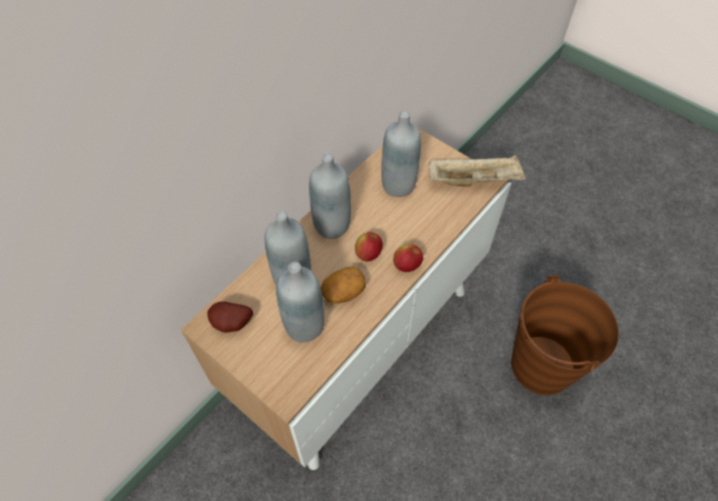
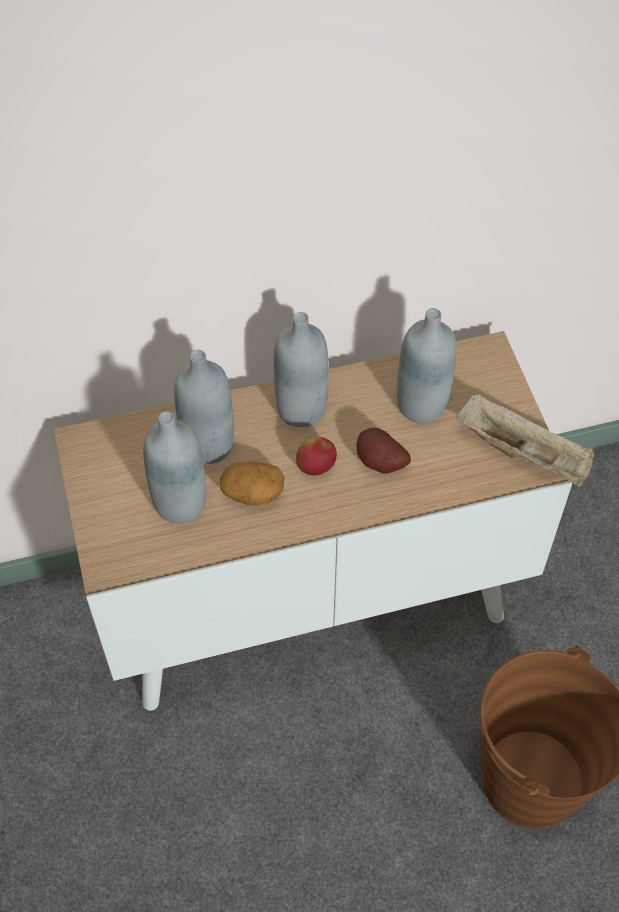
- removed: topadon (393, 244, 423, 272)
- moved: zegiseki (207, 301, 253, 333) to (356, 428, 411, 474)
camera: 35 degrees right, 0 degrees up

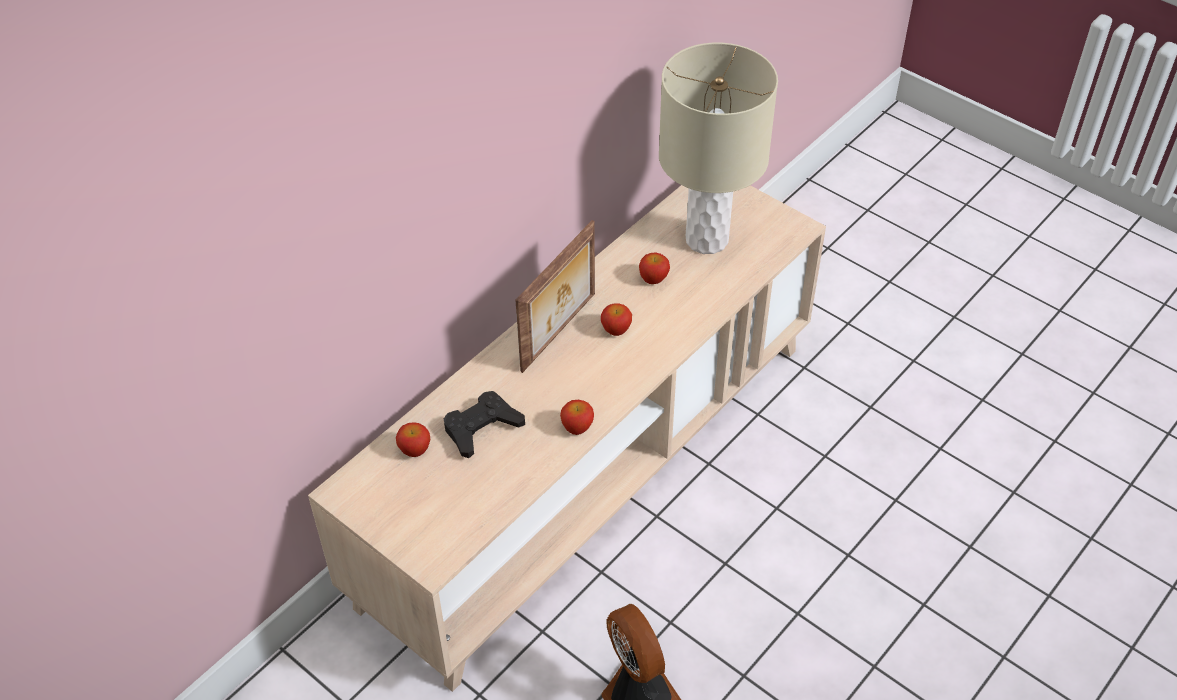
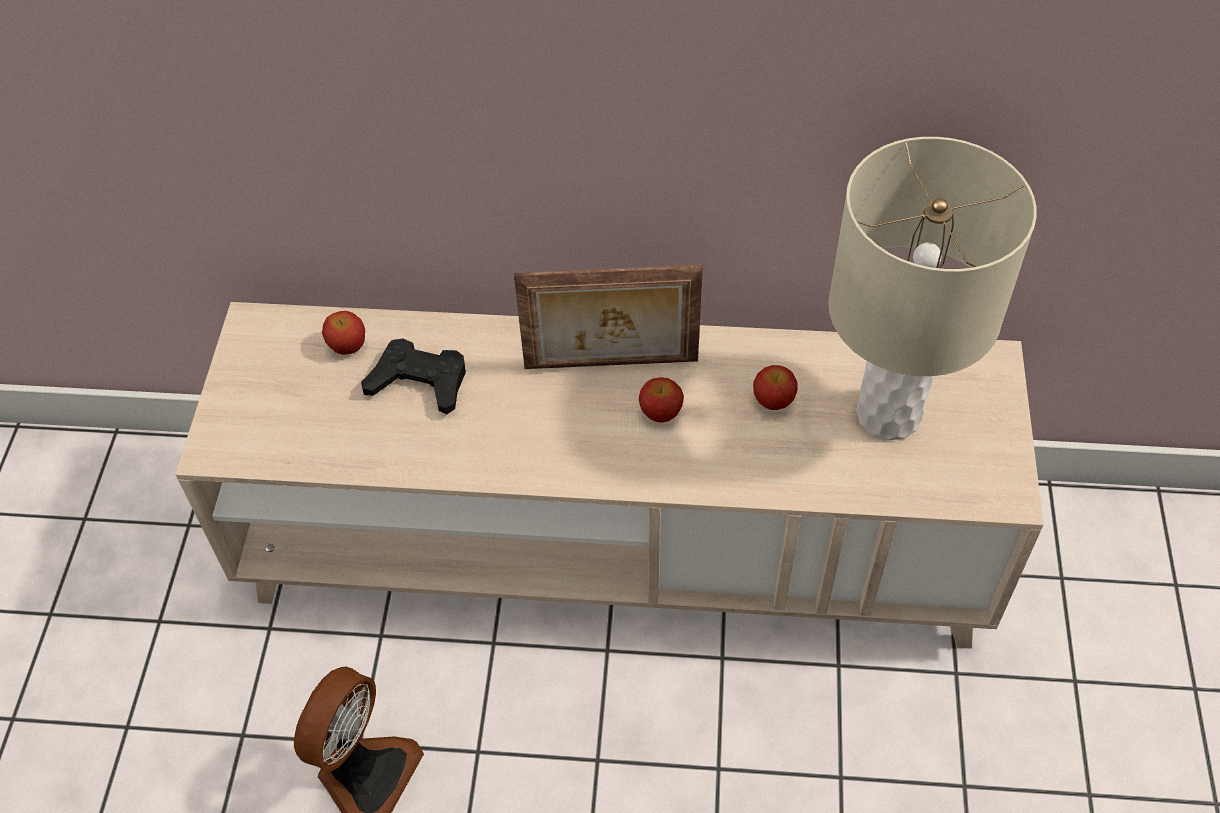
- removed: topadon (560, 400, 594, 435)
camera: 55 degrees right, 5 degrees up

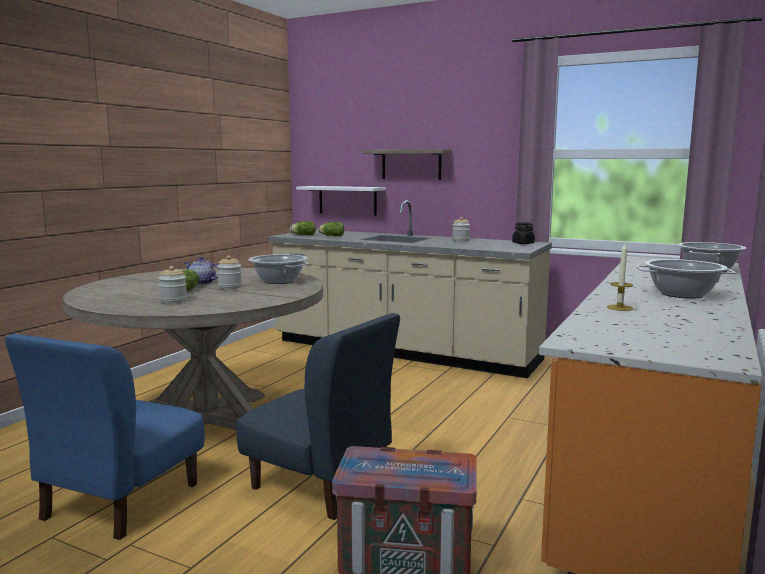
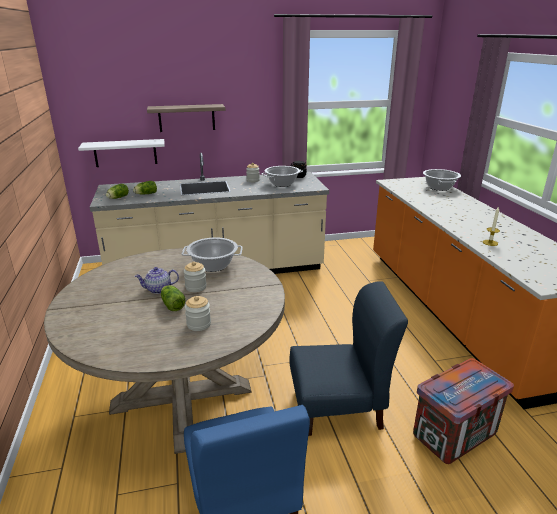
- moved: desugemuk (636, 259, 736, 299) to (262, 166, 303, 187)
camera: 40 degrees left, 15 degrees up

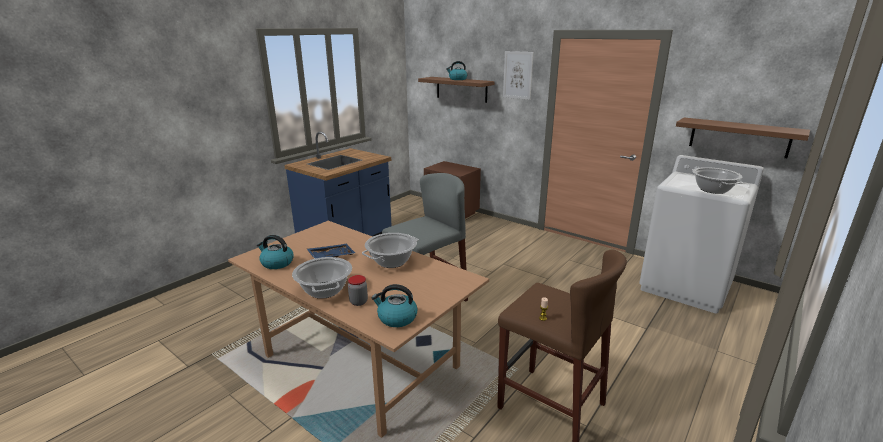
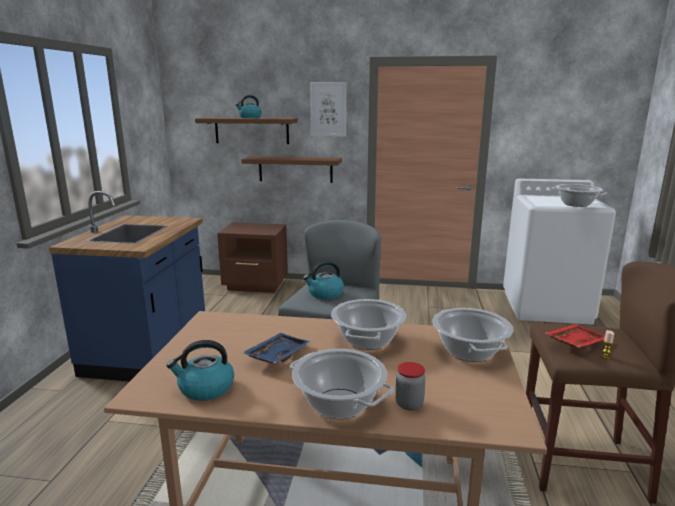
- added: desugemuk (432, 308, 513, 362)
- added: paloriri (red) (545, 324, 605, 350)
- moved: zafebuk (371, 284, 418, 327) to (303, 261, 344, 299)
- moved: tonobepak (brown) (676, 117, 810, 158) to (241, 156, 342, 183)
camera: 30 degrees left, 5 degrees down

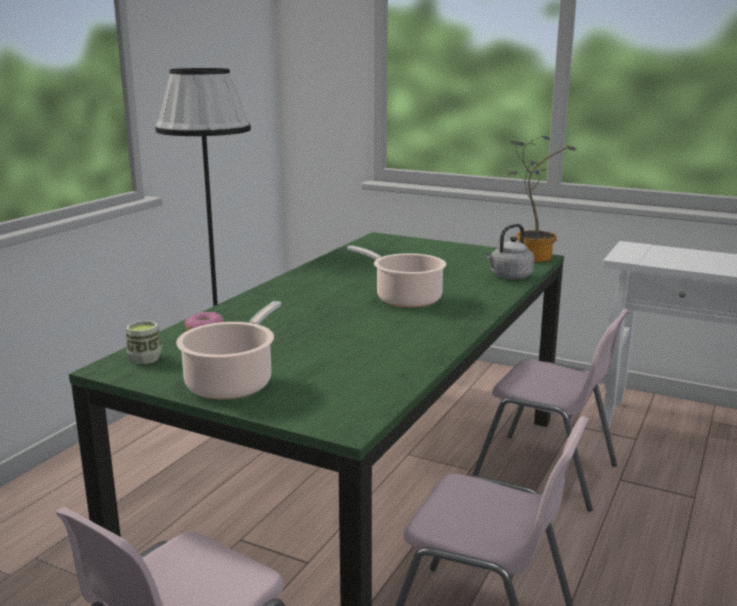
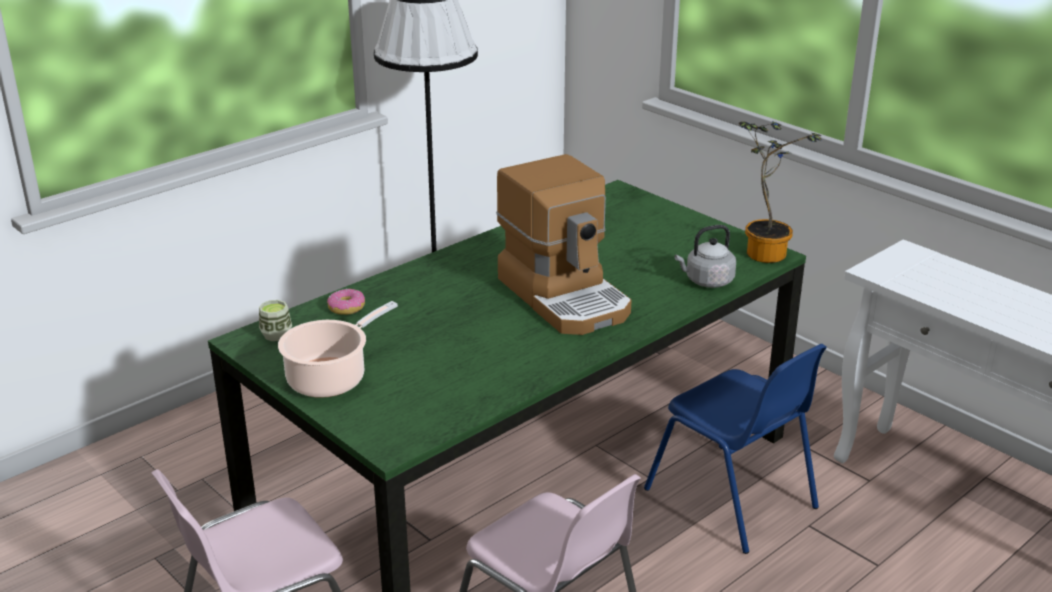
- replaced: desugemuk (347, 245, 447, 308) to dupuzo (496, 154, 632, 335)
- recoloured: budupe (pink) (472, 309, 629, 511) to budupe (blue) (644, 344, 827, 554)
camera: 20 degrees right, 10 degrees up

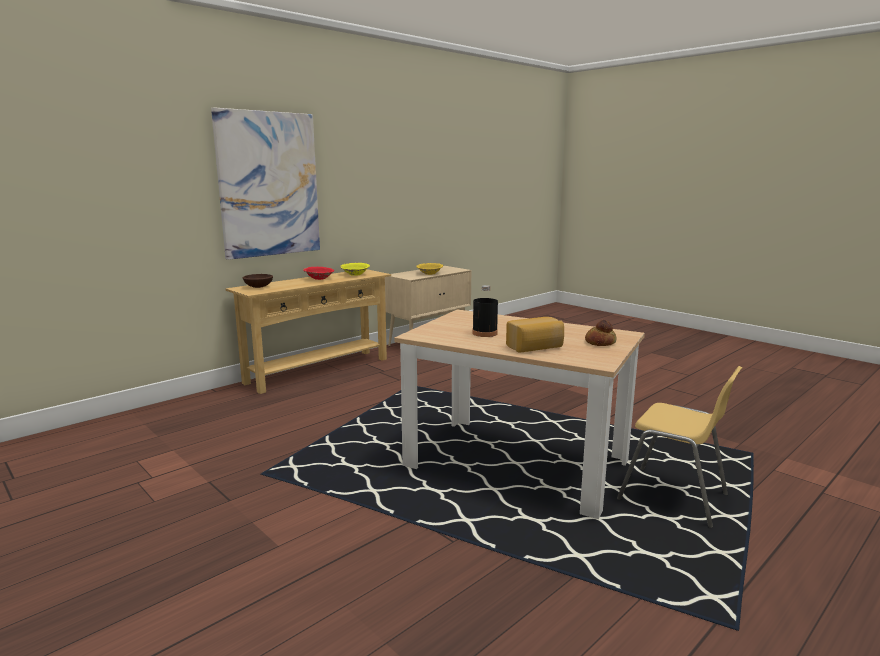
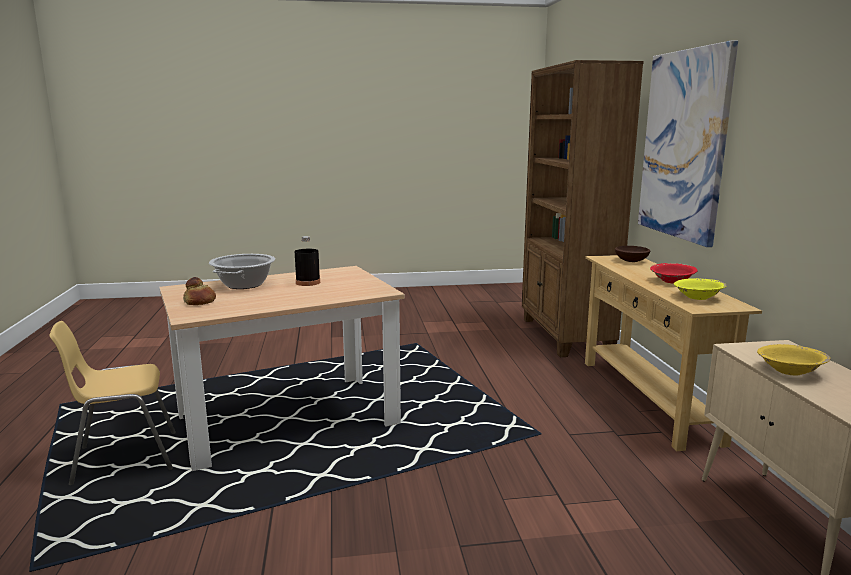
- added: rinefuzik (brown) (522, 60, 644, 357)
- replaced: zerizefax (506, 317, 564, 352) to desugemuk (209, 254, 275, 289)
camera: 125 degrees right, 0 degrees up

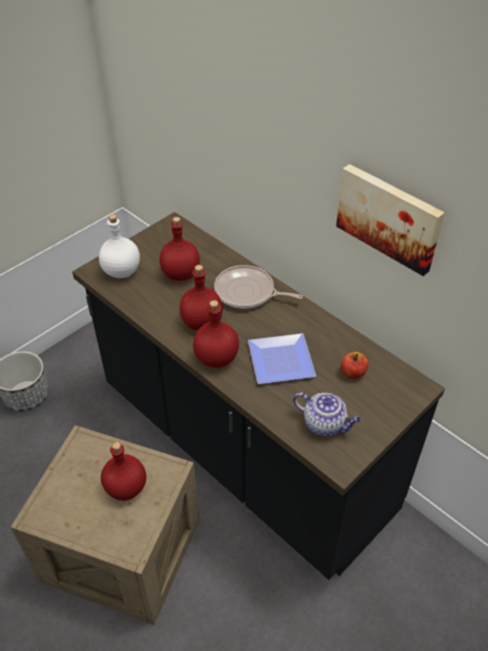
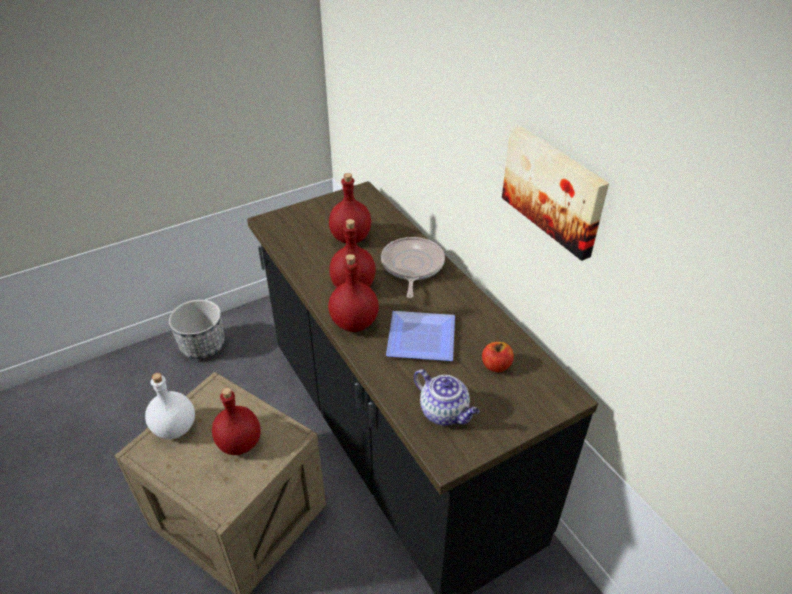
- moved: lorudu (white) (99, 214, 140, 278) to (145, 373, 195, 439)
- turned: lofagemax (214, 265, 303, 309) = (381, 237, 445, 298) 60 degrees clockwise
camera: 15 degrees right, 5 degrees down

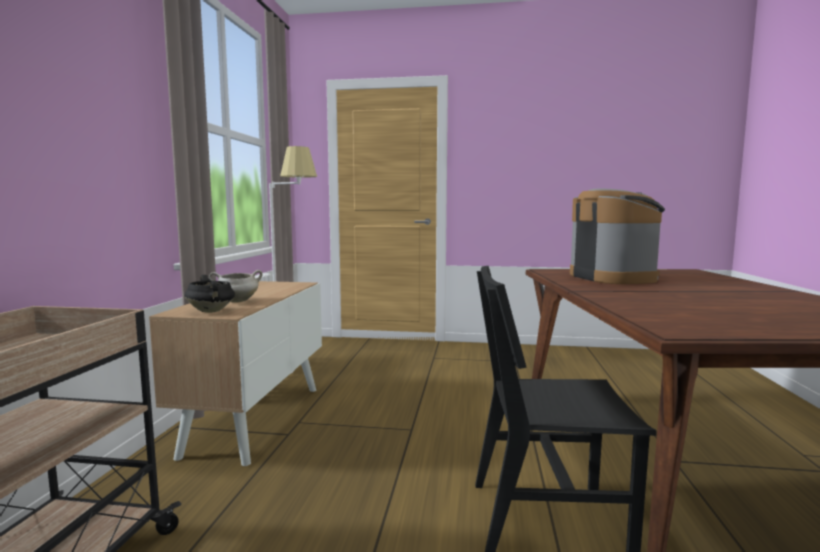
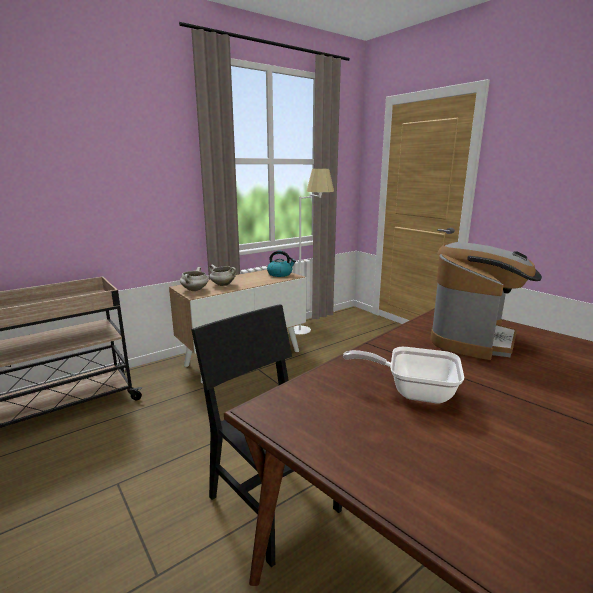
- added: zafebuk (267, 251, 296, 277)
- added: lofagemax (343, 347, 464, 404)
- recoloured: desugemuk (black) (185, 275, 235, 313) to desugemuk (white) (180, 267, 208, 291)
camera: 45 degrees right, 10 degrees up

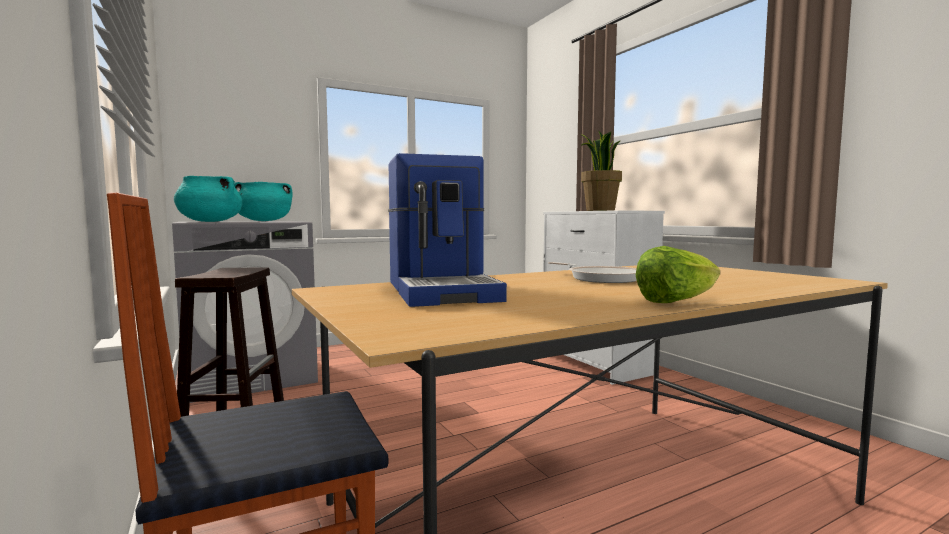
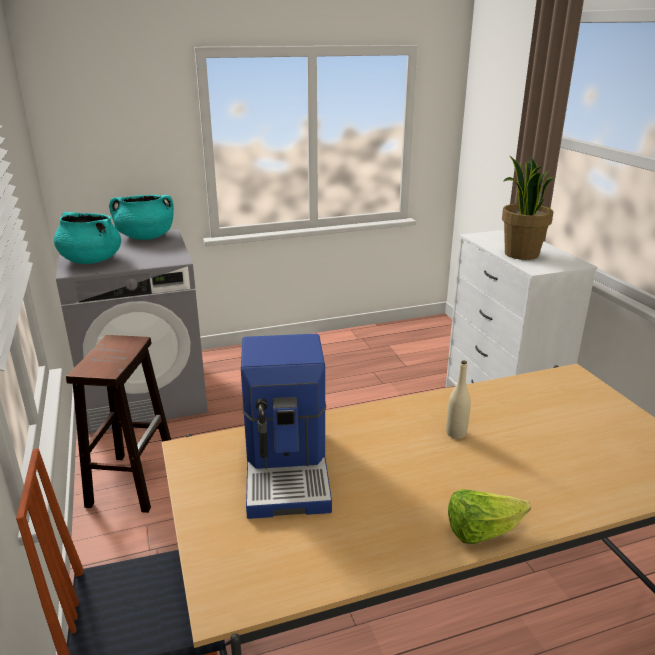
- replaced: lofagemax (548, 262, 637, 283) to lorudu (beige) (446, 361, 471, 439)
camera: 10 degrees right, 20 degrees up

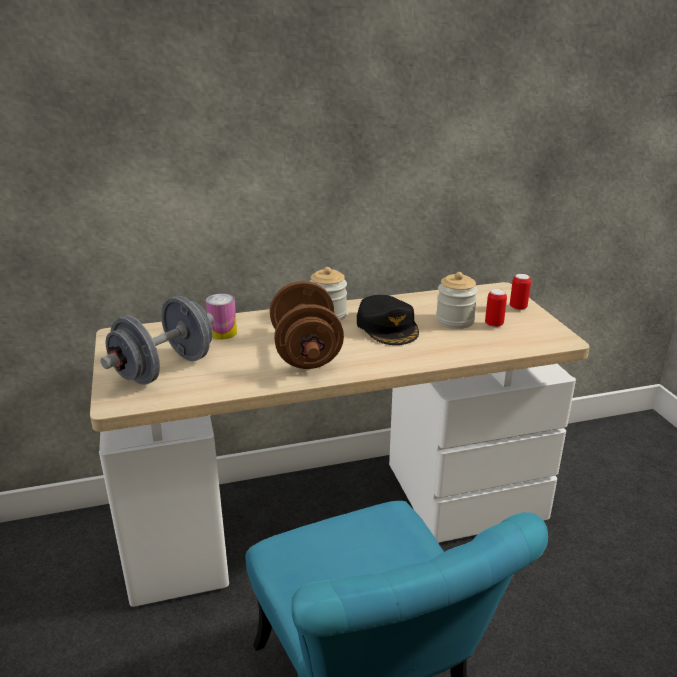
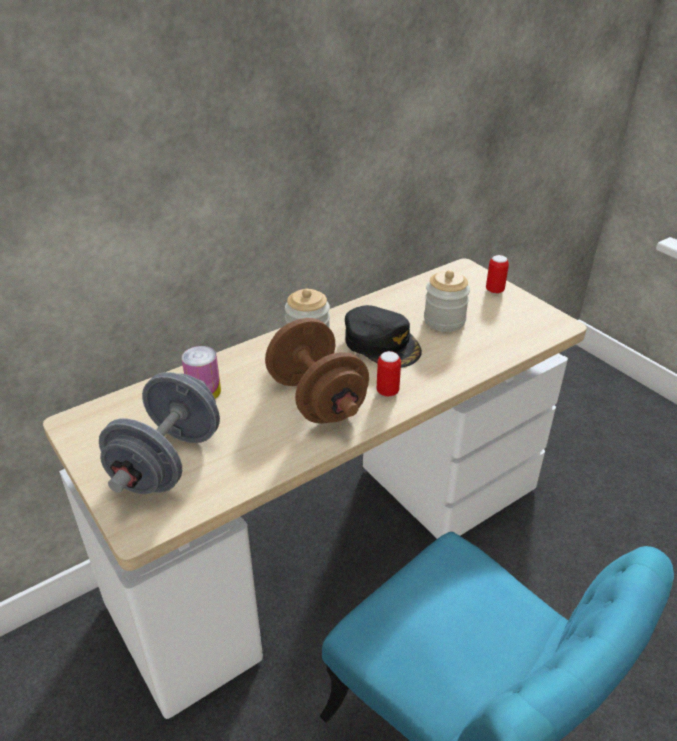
- moved: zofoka (485, 289, 507, 327) to (377, 351, 401, 397)
camera: 20 degrees left, 10 degrees up

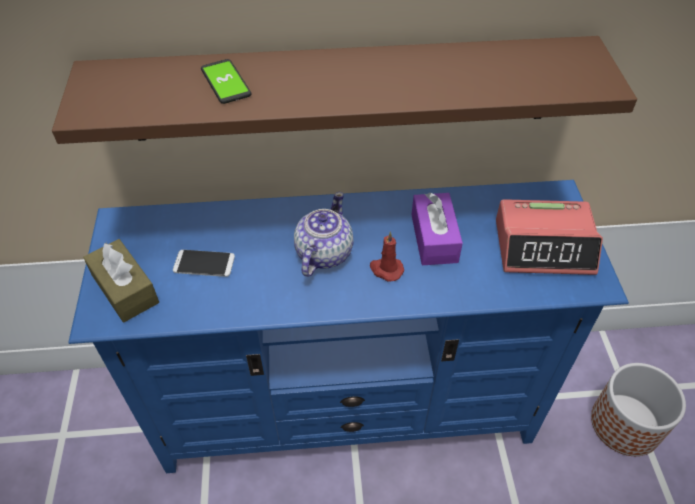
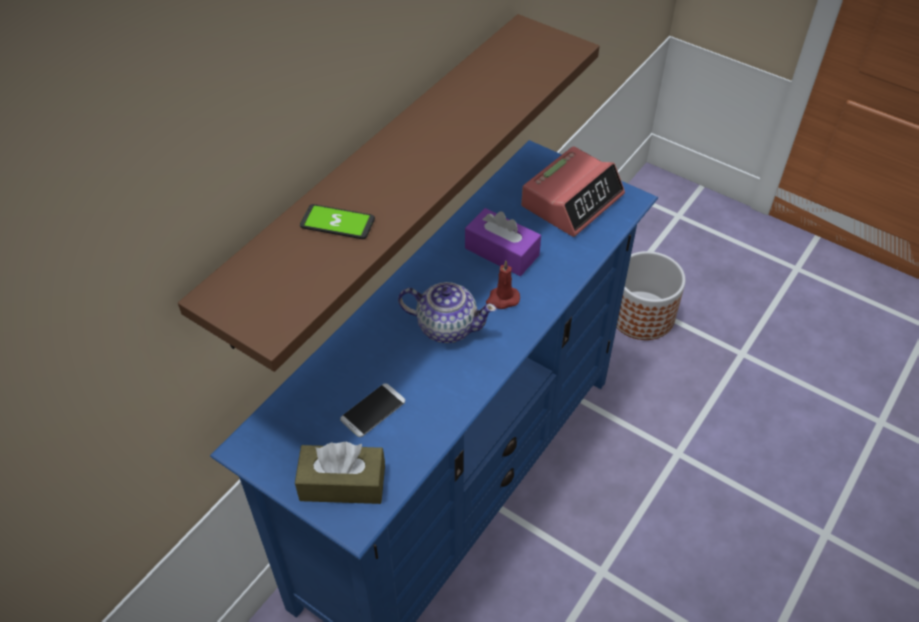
- turned: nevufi (294, 192, 353, 277) = (398, 282, 497, 343) 135 degrees clockwise
camera: 50 degrees left, 0 degrees up

